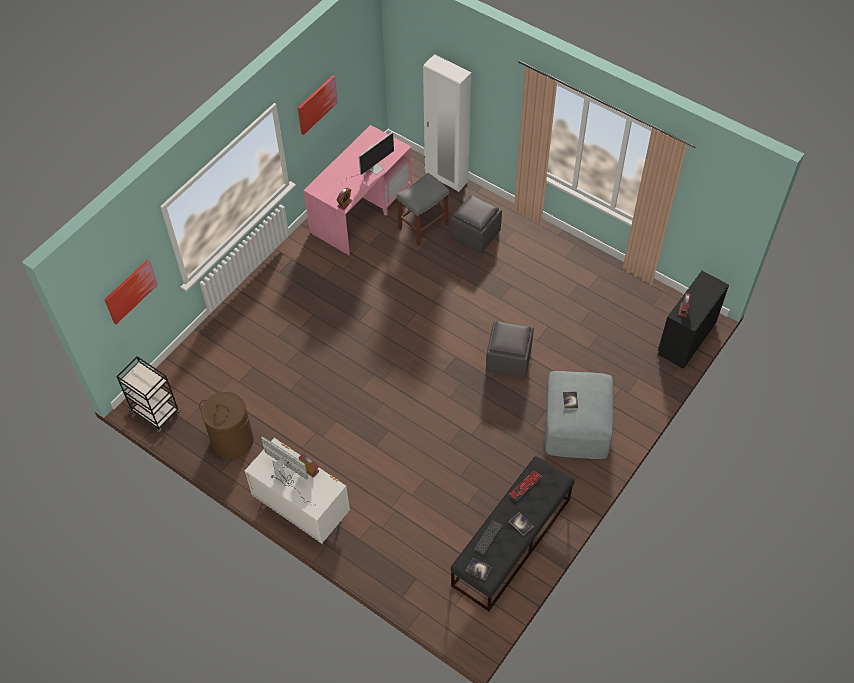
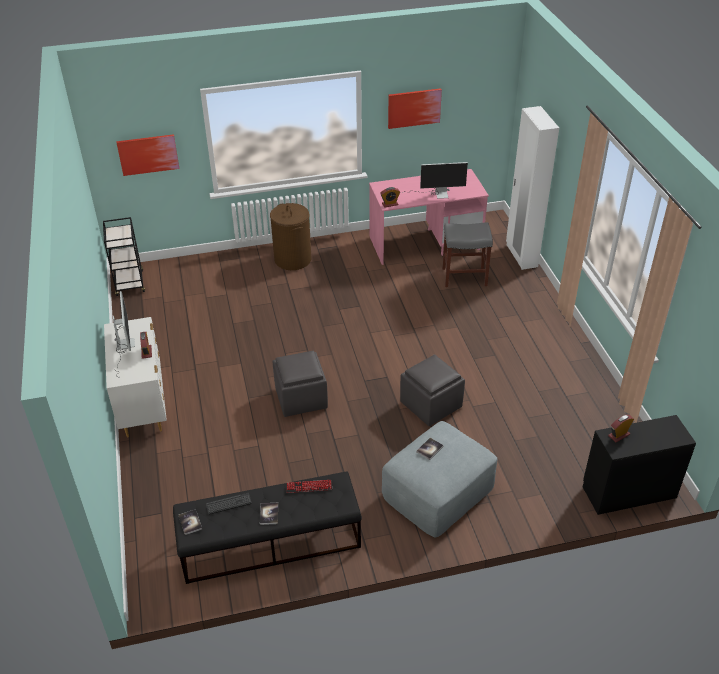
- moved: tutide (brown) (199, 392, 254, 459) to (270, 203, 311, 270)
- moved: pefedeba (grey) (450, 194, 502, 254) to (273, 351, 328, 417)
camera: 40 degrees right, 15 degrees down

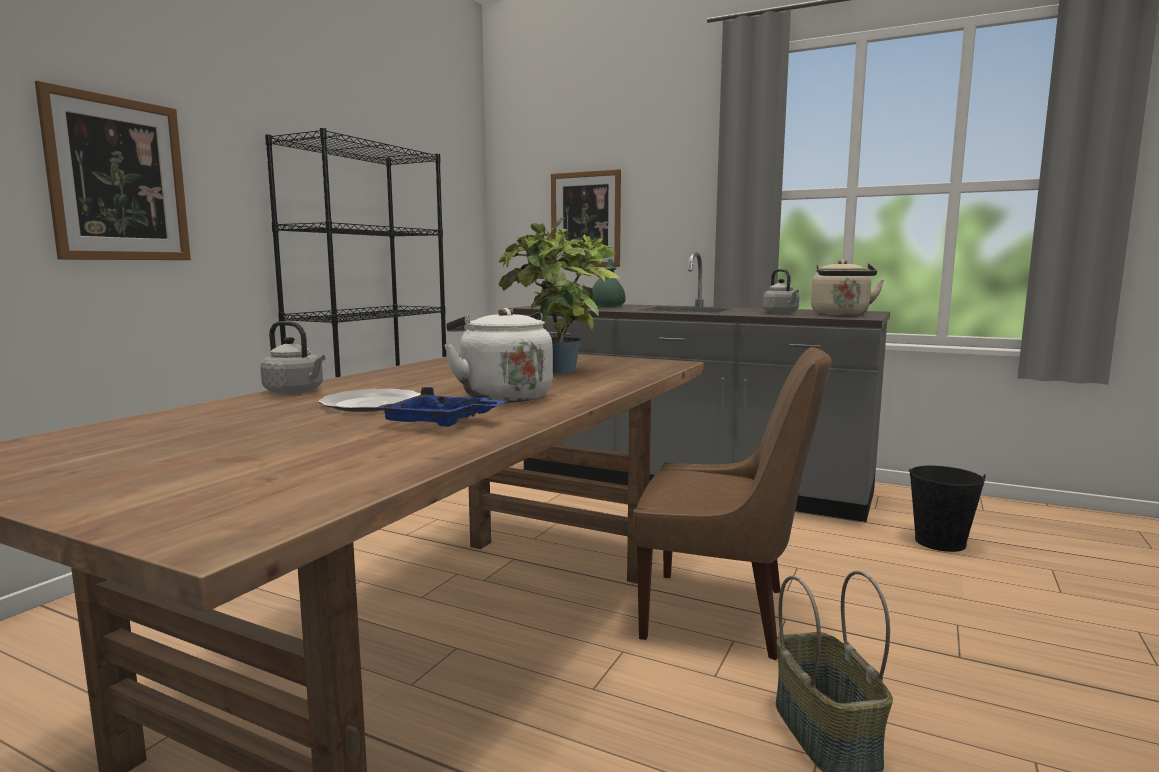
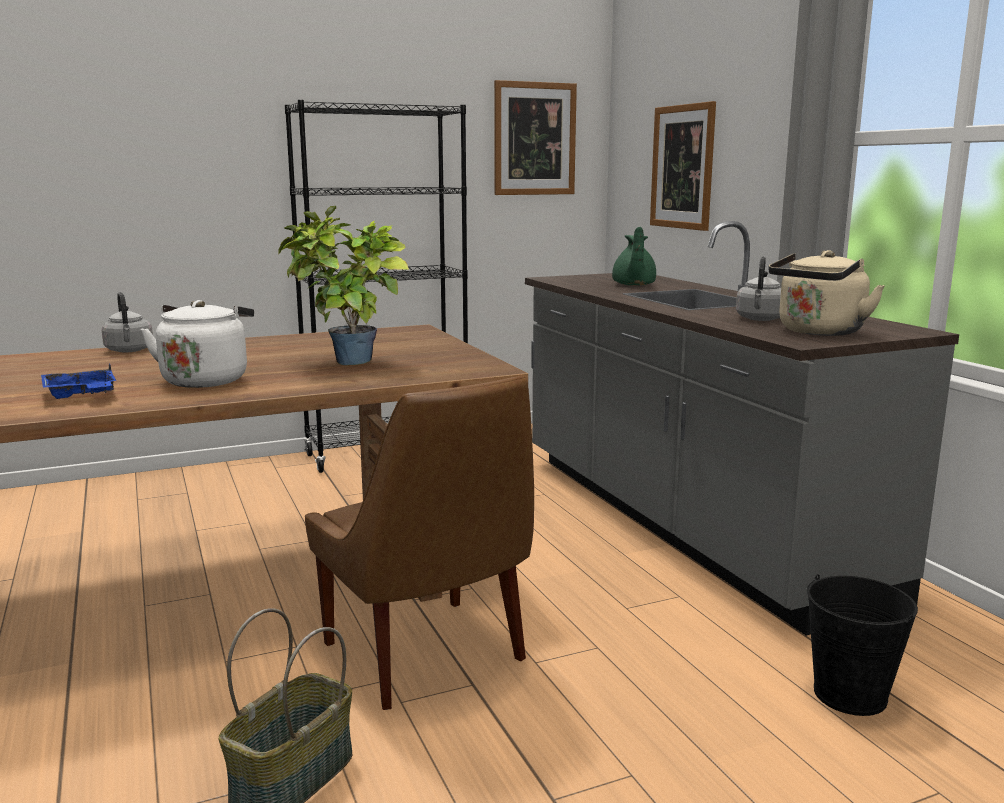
- removed: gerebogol (319, 389, 421, 412)
- moved: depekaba (35, 81, 191, 260) to (494, 80, 577, 195)
- turned: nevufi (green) (592, 259, 626, 307) = (612, 227, 656, 286) 135 degrees clockwise
camera: 40 degrees right, 5 degrees up

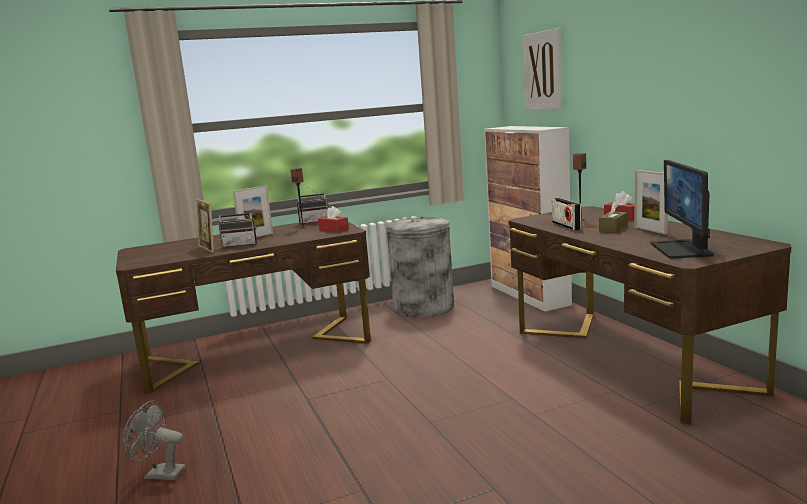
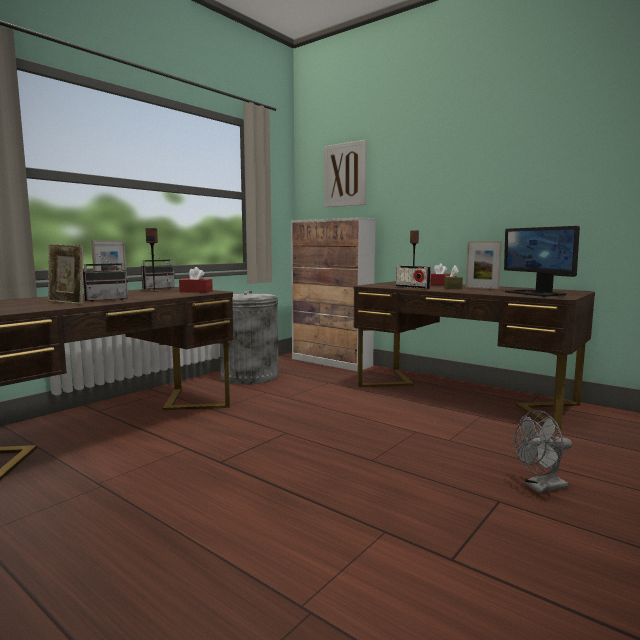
- moved: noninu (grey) (123, 401, 186, 480) to (514, 410, 572, 493)
camera: 30 degrees left, 5 degrees down

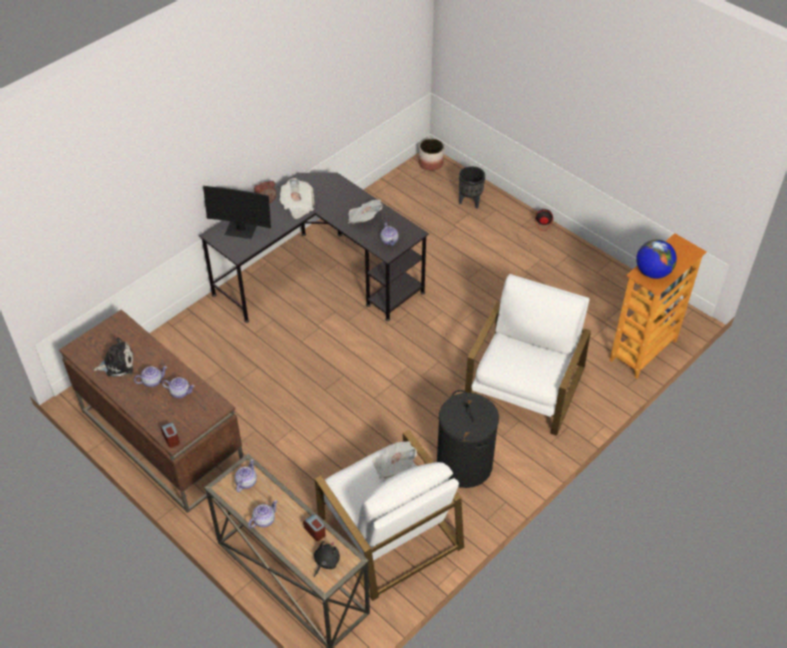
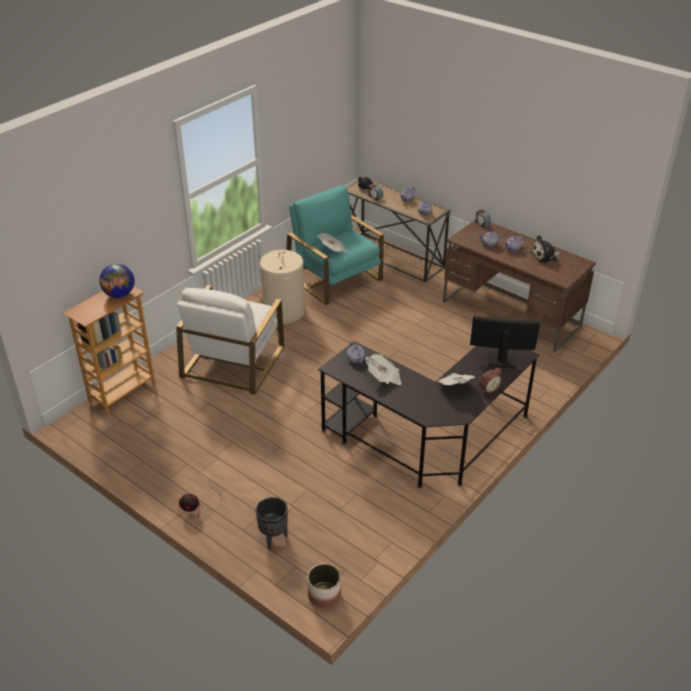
- recoloured: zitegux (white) (315, 430, 464, 601) to zitegux (turquoise) (286, 186, 384, 305)
- recoloured: tutide (black) (437, 390, 499, 488) to tutide (beige) (260, 250, 305, 324)
camera: 175 degrees right, 10 degrees down

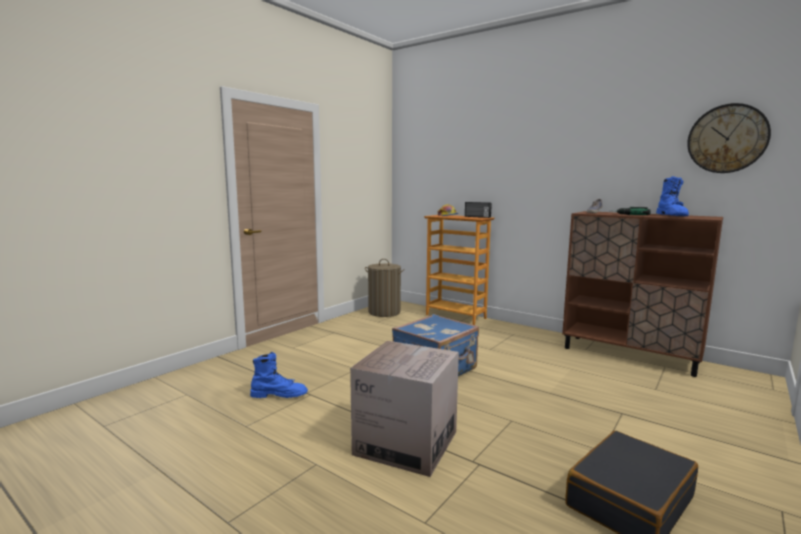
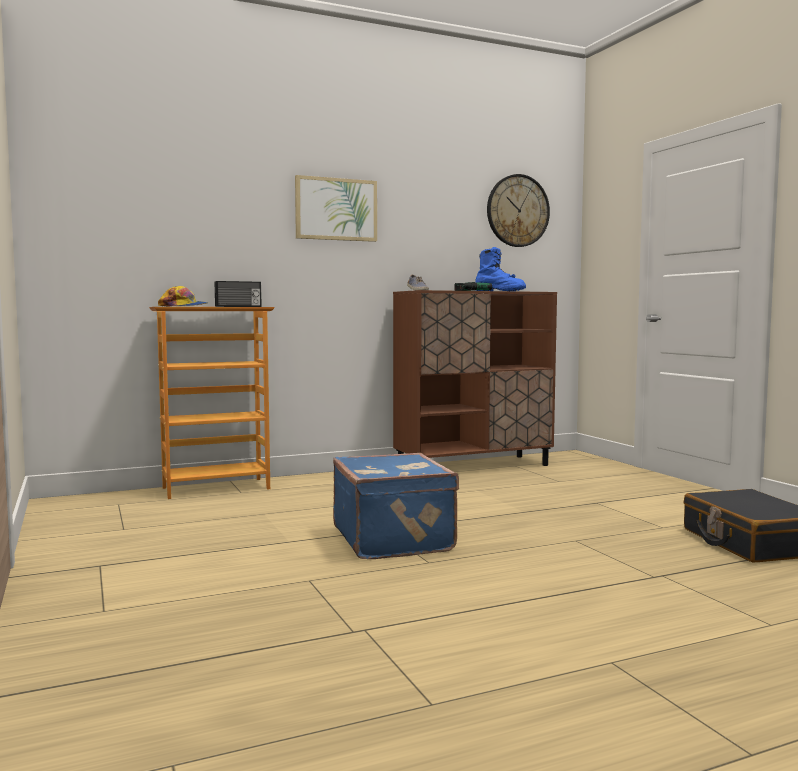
- removed: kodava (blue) (250, 352, 308, 398)
- removed: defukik (350, 341, 459, 477)
- removed: tutide (365, 259, 405, 317)
- added: depekaba (295, 175, 377, 242)
camera: 60 degrees left, 5 degrees down

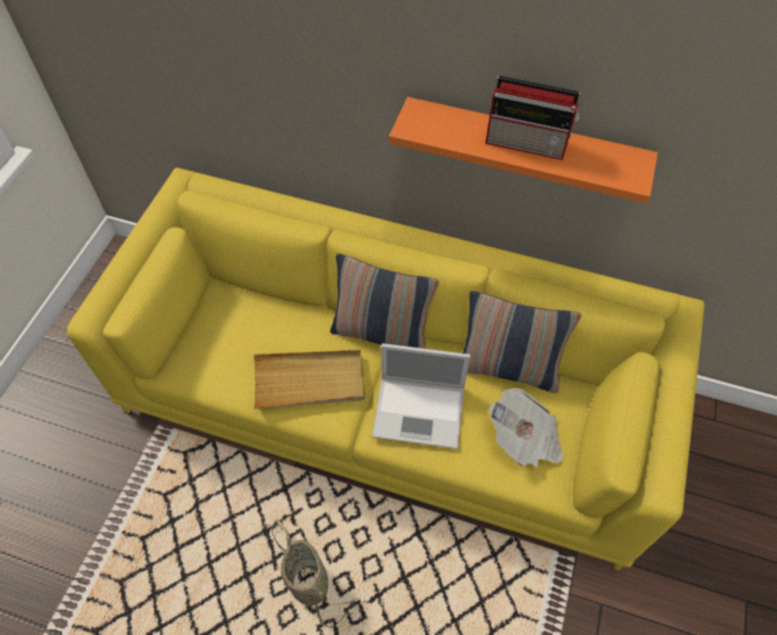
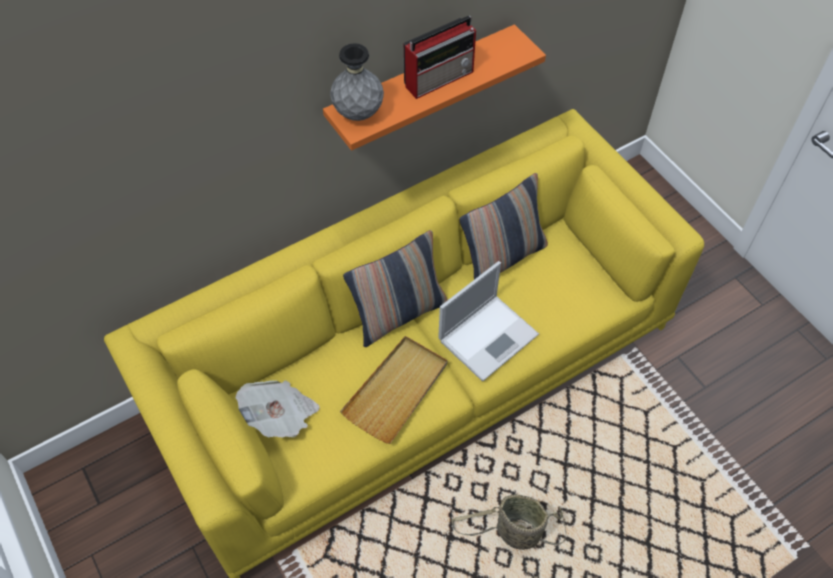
- added: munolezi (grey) (330, 43, 384, 121)
- moved: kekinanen (489, 388, 563, 467) to (235, 380, 320, 438)
camera: 50 degrees left, 0 degrees up

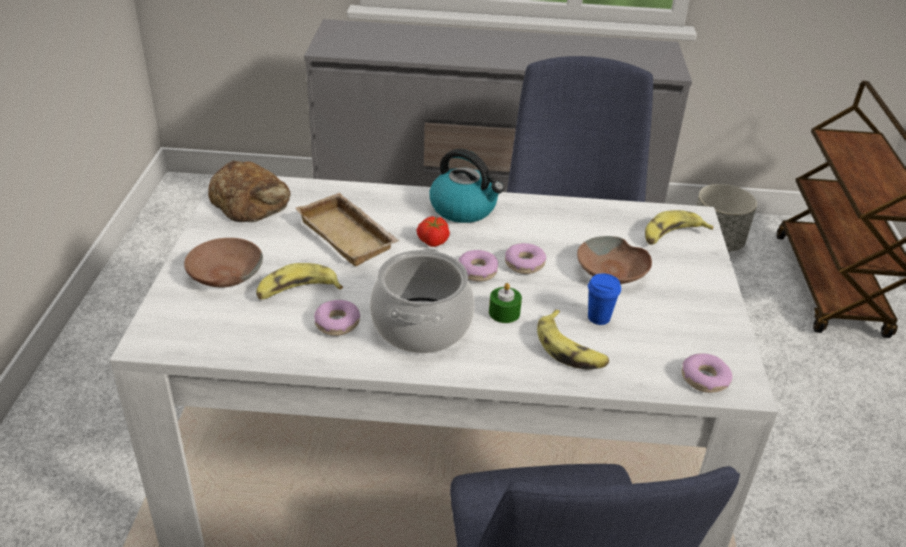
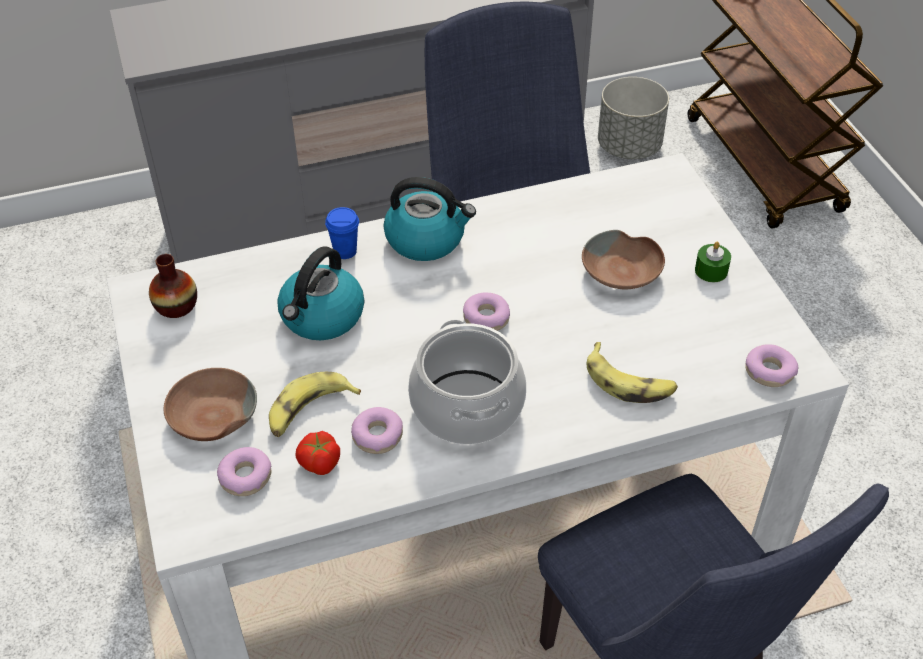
- removed: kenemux (645, 210, 713, 245)
- moved: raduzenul (417, 216, 450, 247) to (295, 431, 340, 475)
- moved: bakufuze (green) (489, 283, 522, 323) to (695, 242, 731, 282)
- moved: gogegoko (505, 243, 546, 274) to (217, 447, 272, 496)
- moved: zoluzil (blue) (588, 273, 621, 325) to (325, 207, 359, 259)
- replaced: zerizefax (208, 161, 291, 222) to munolezi (149, 254, 197, 318)
- replaced: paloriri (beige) (295, 193, 400, 266) to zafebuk (277, 246, 364, 340)
camera: 20 degrees left, 10 degrees up

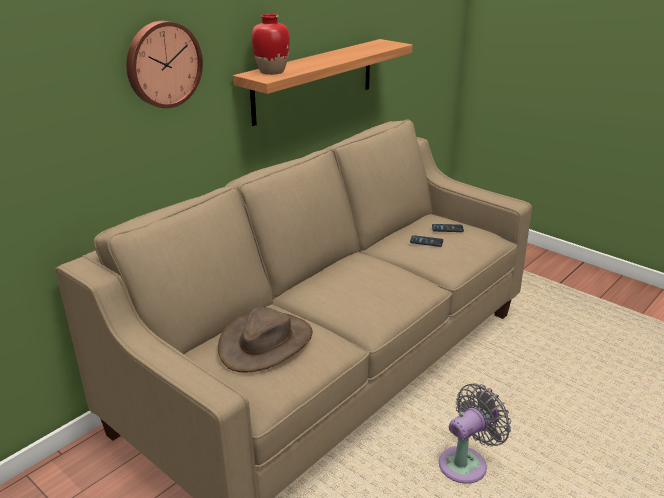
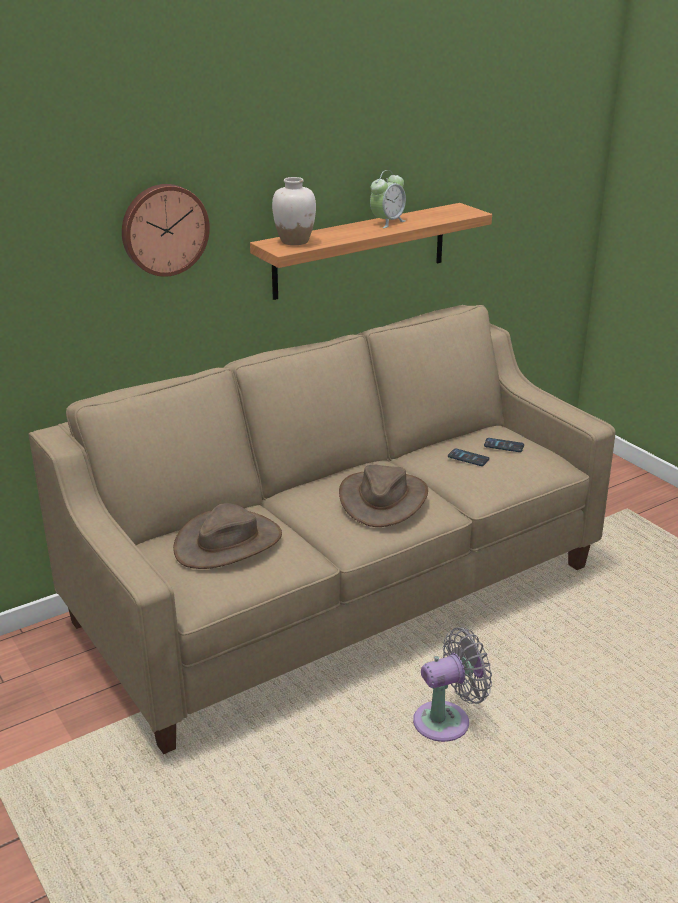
- added: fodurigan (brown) (339, 464, 428, 527)
- added: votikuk (370, 170, 406, 228)
- recoloured: munolezi (red) (251, 14, 290, 75) to munolezi (white) (272, 177, 316, 245)
camera: 15 degrees right, 0 degrees up

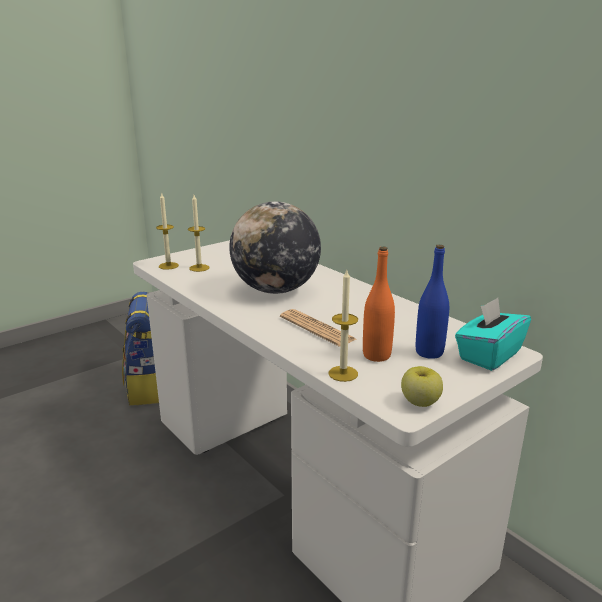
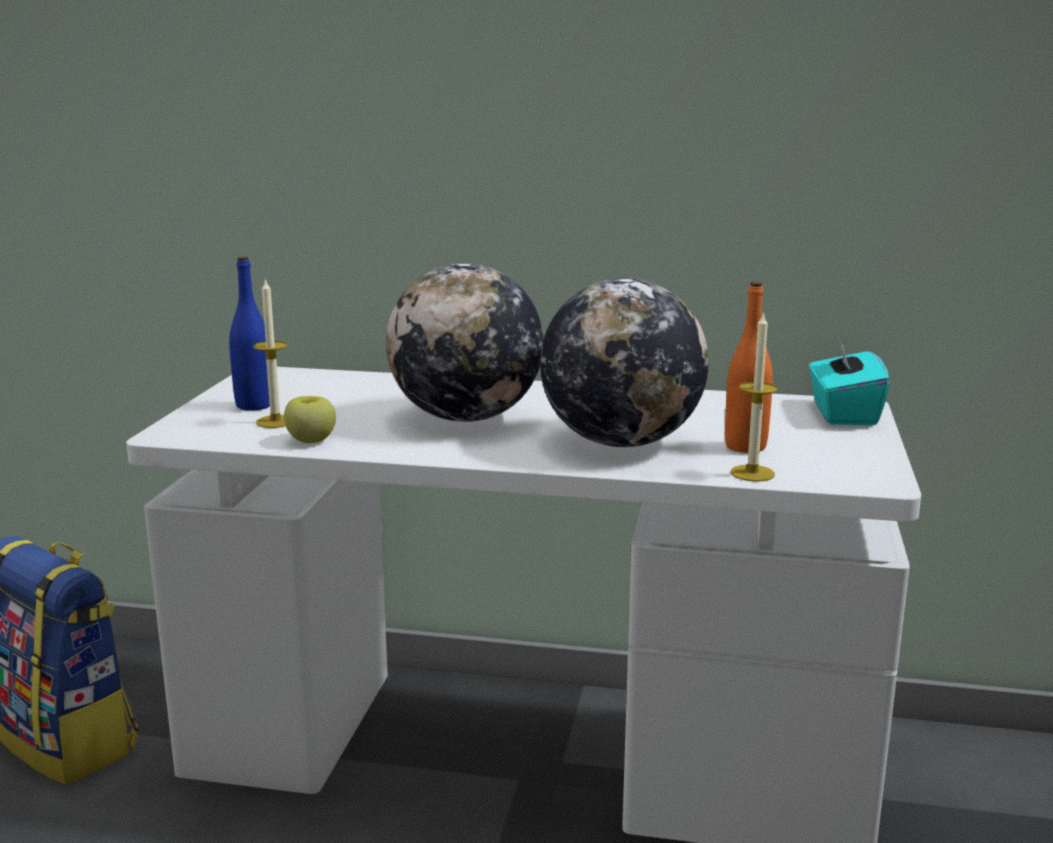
- removed: bakufuze (156, 192, 179, 270)
- moved: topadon (401, 366, 443, 407) to (284, 396, 336, 443)
- moved: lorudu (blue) (416, 245, 449, 359) to (229, 256, 270, 411)
- replaced: kekinanen (280, 309, 356, 347) to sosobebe (540, 278, 709, 447)
camera: 40 degrees left, 5 degrees down

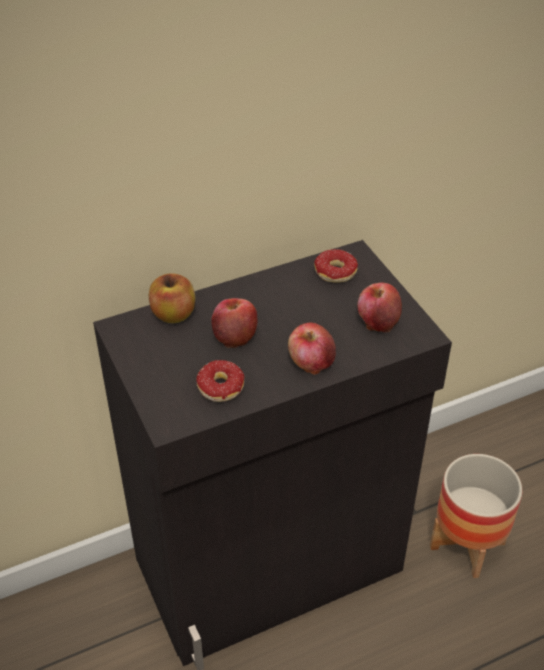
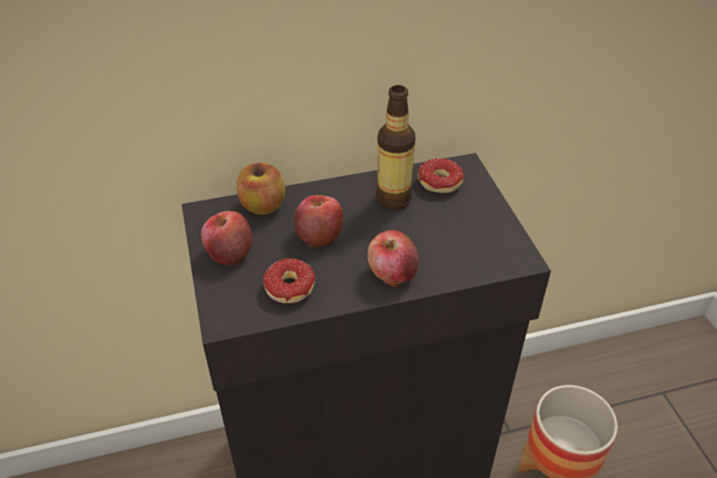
- added: lorudu (376, 85, 415, 210)
- moved: topadon (357, 282, 402, 333) to (201, 211, 252, 266)
camera: 10 degrees right, 0 degrees up

